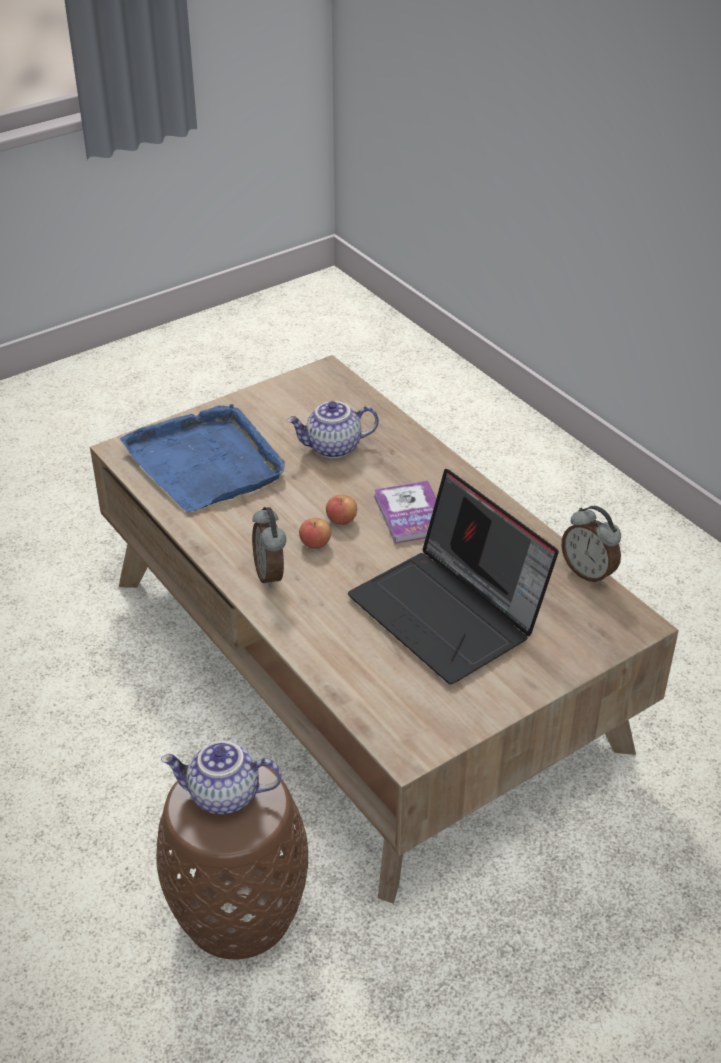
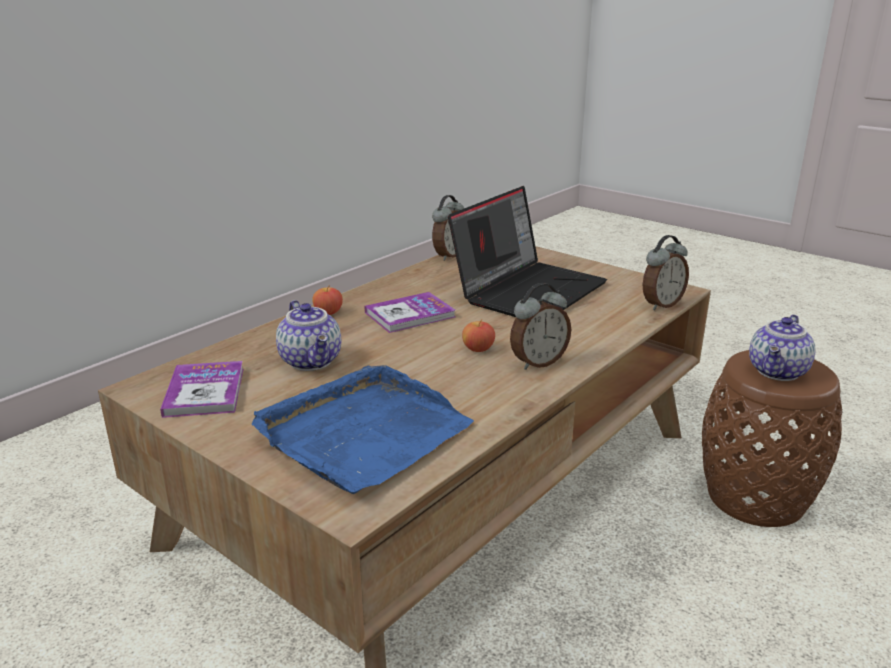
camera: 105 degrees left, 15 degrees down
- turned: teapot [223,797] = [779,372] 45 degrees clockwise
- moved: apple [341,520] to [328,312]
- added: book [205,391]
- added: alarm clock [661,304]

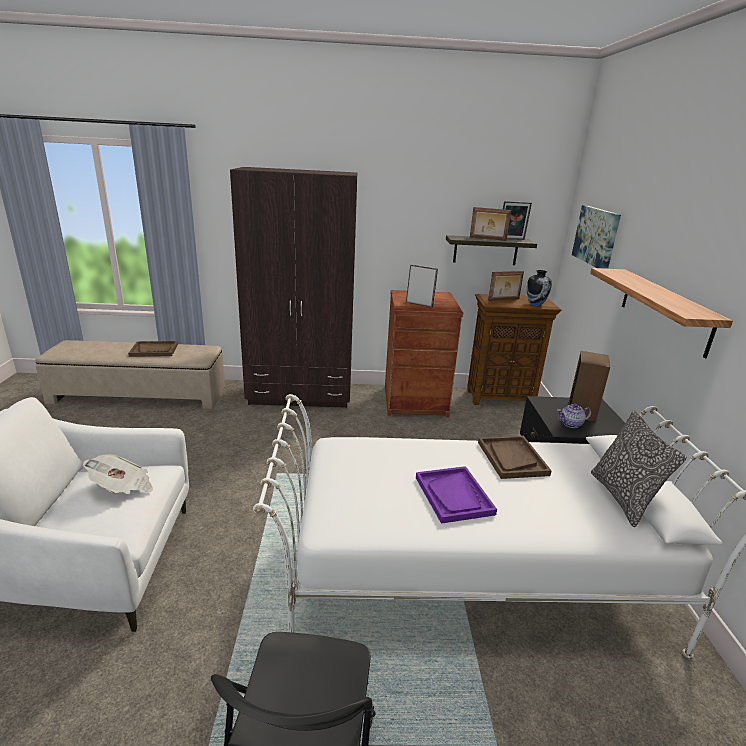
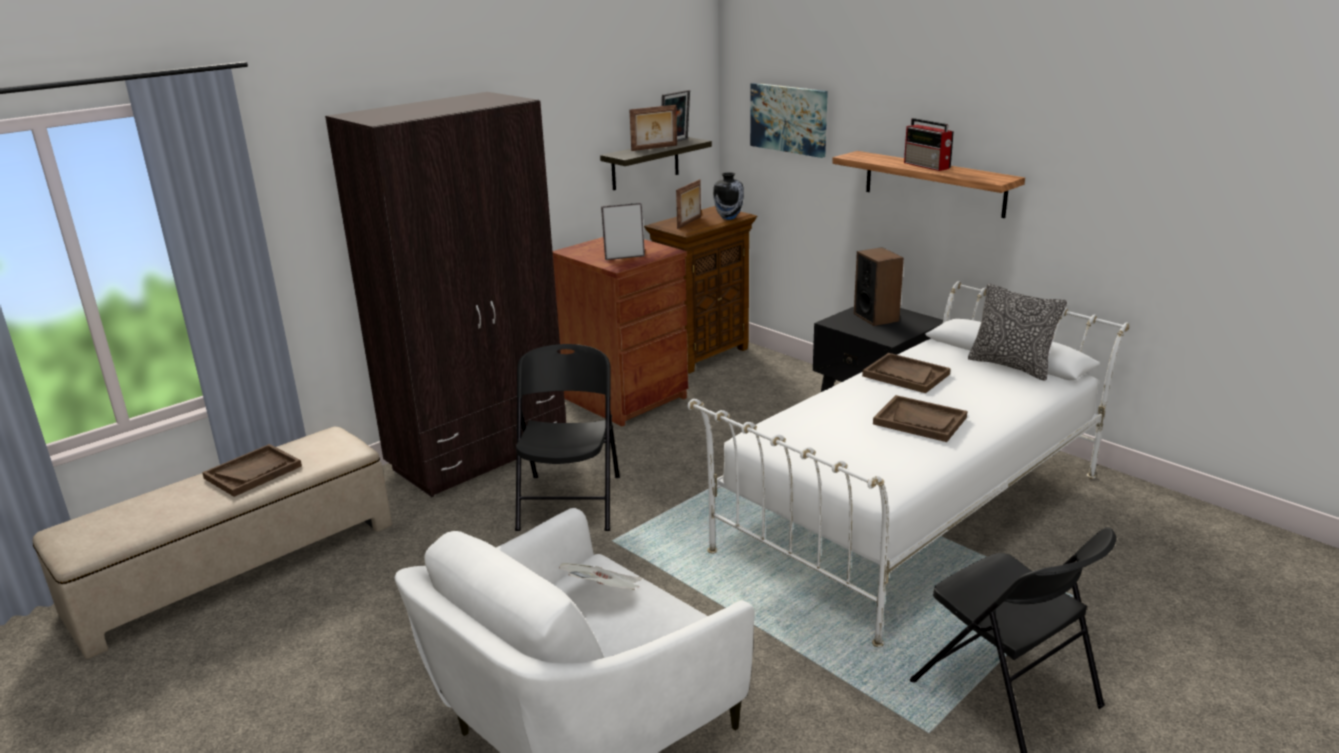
camera: 40 degrees left, 0 degrees up
- recoloured: purple tray [454,495] to brown tray [920,421]
- removed: teapot [571,424]
- added: black chair [570,502]
- added: radio [927,166]

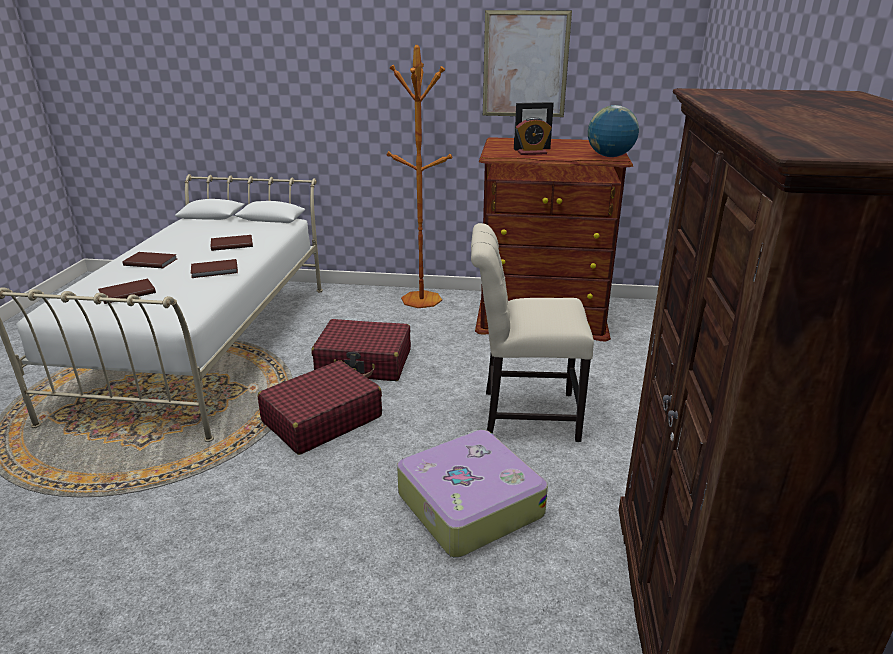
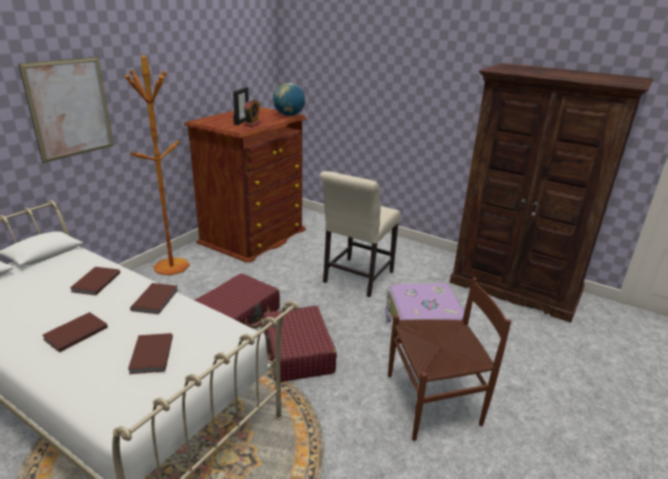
camera: 65 degrees left, 0 degrees up
- moved: picture [525,65] to [70,108]
- added: brown chair [435,402]

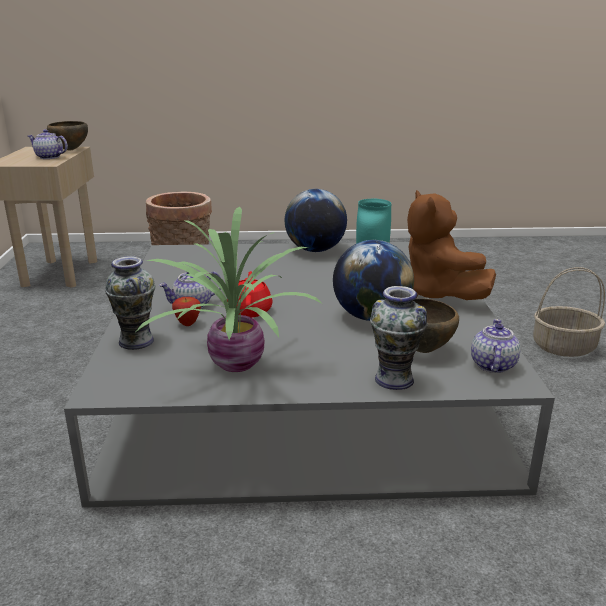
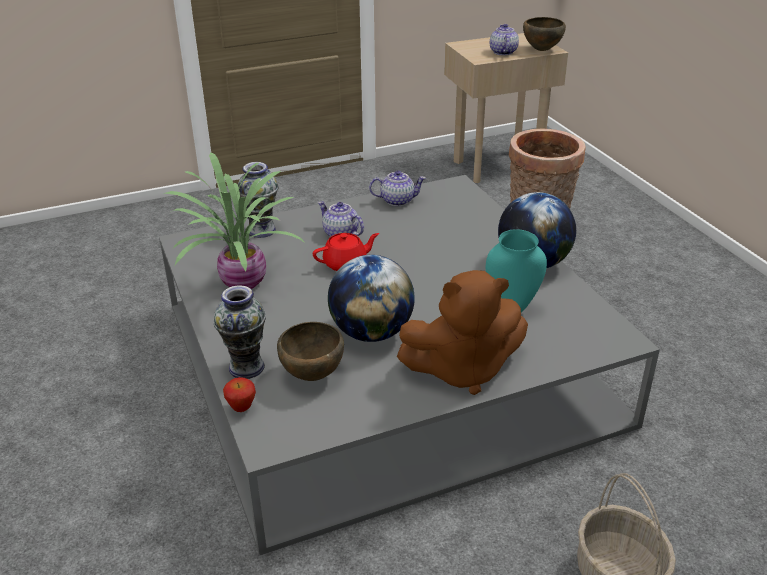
camera: 70 degrees right, 10 degrees up
- moved: apple [188,324] to [241,408]
- turned: brown plush toy [439,294] = [462,369] 150 degrees counterclockwise
- moved: teapot [492,365] to [397,200]

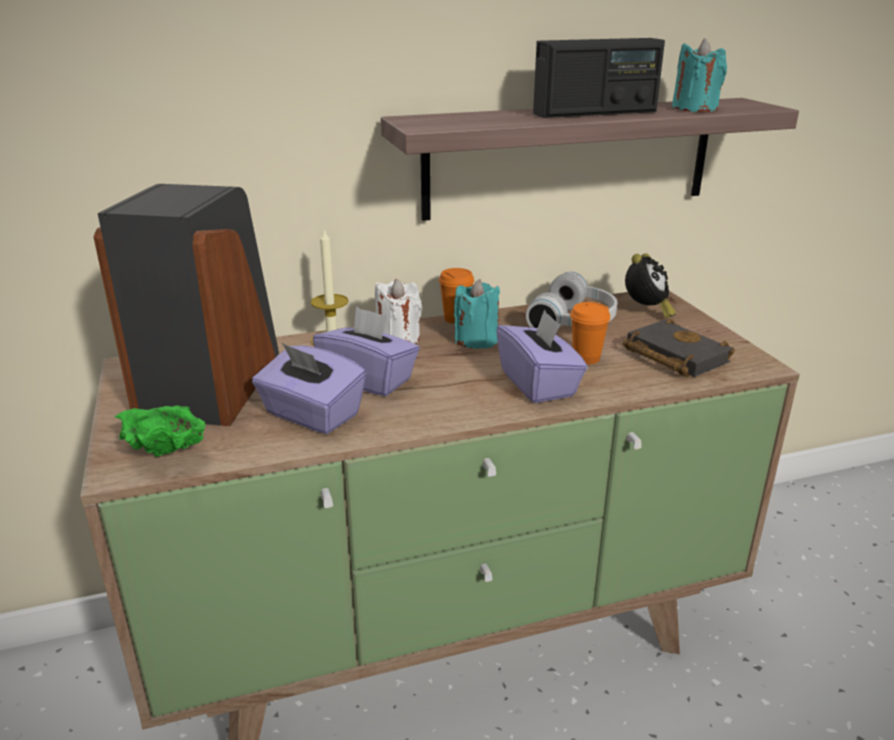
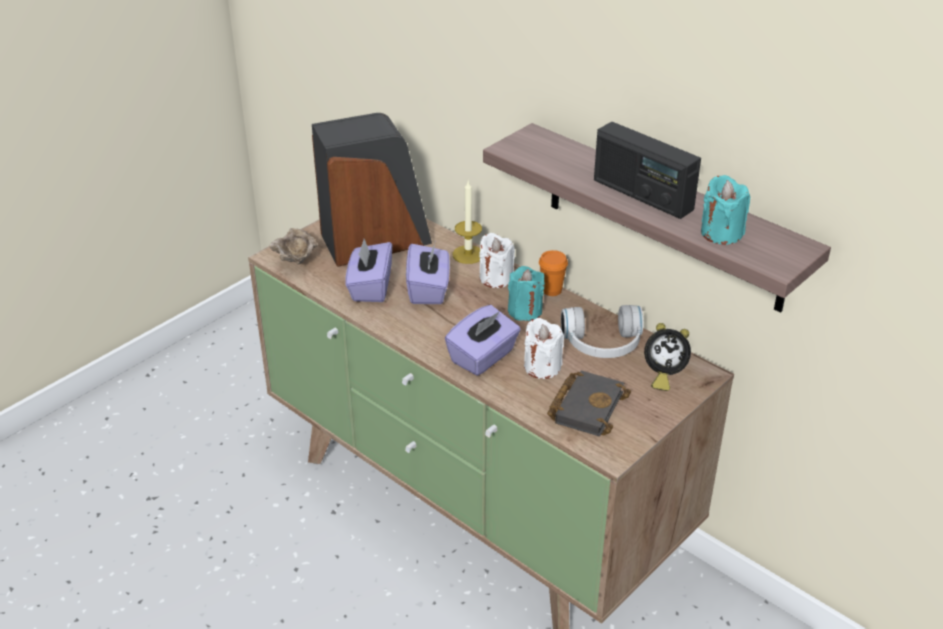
camera: 60 degrees right, 10 degrees up
- recoloured: green bowl [165,455] to beige bowl [296,261]
- replaced: orange cup [586,358] to white candle [542,367]

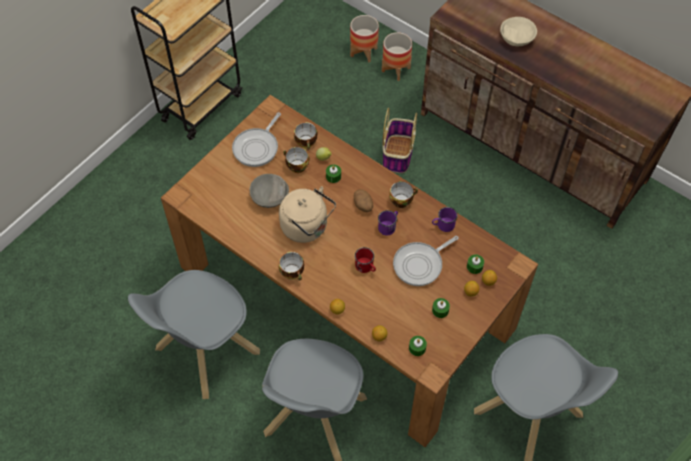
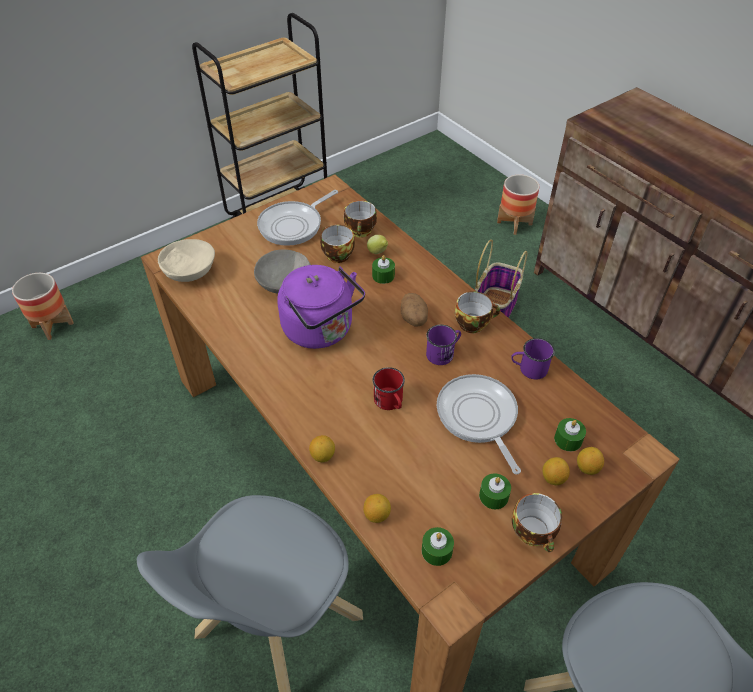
camera: 15 degrees right, 10 degrees down
- removed: grey chair [204,351]
- recoloured: beige kettle [307,227] to purple kettle [321,331]
- moved: cup [293,272] to [534,533]
- moved: planter [364,52] to [53,325]
- turned: frying pan [420,264] = [478,417] 90 degrees clockwise
- moved: beige bowl [517,39] to [190,272]

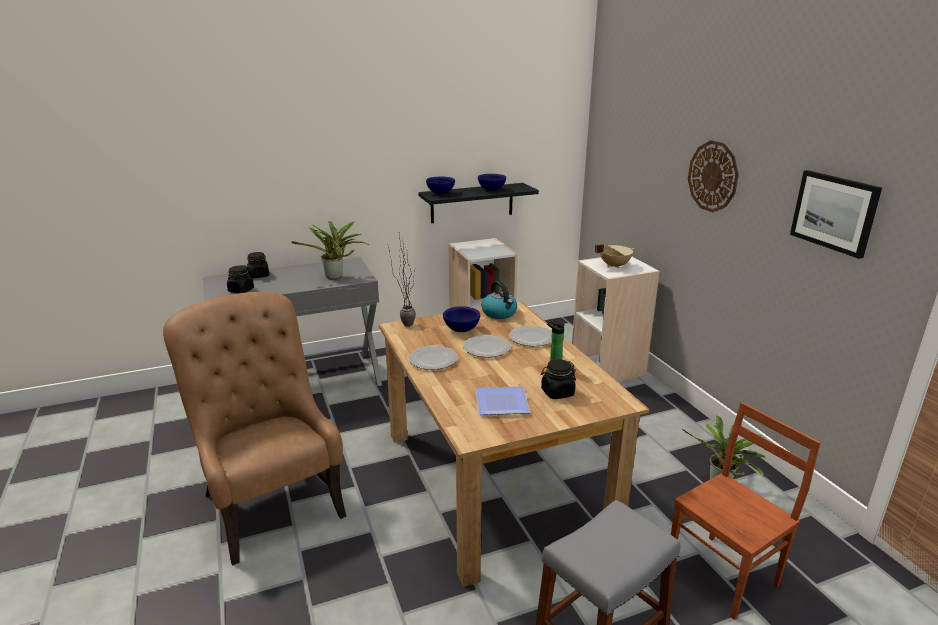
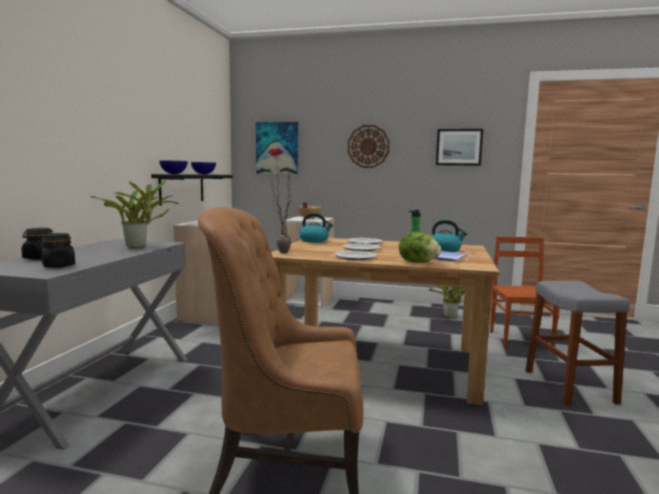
camera: 55 degrees left, 15 degrees down
- removed: blue bowl [461,330]
- replaced: black jar [557,393] to kettle [445,250]
- added: picture [277,148]
- added: lettuce [418,262]

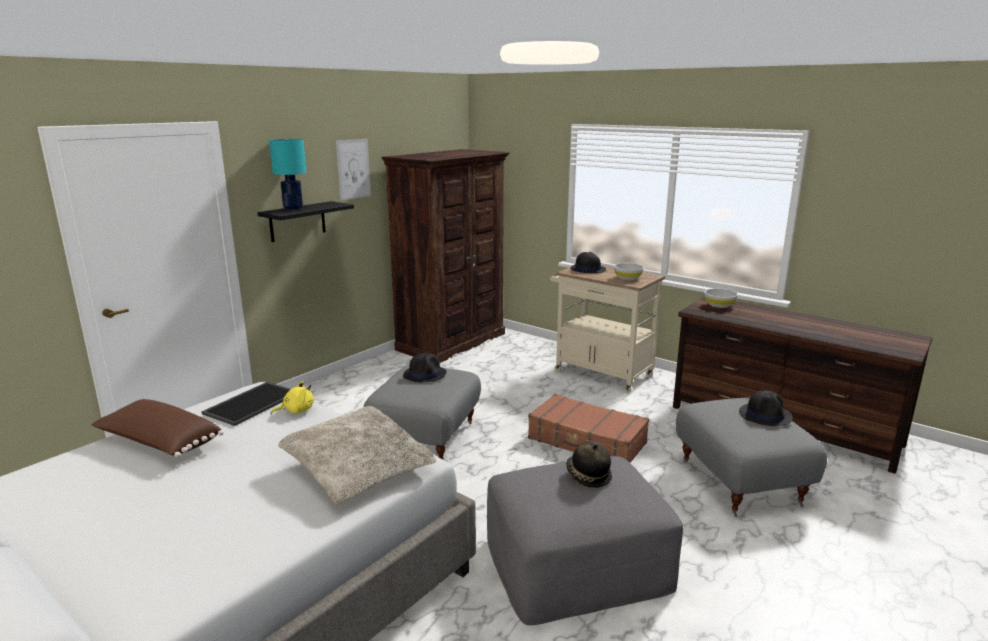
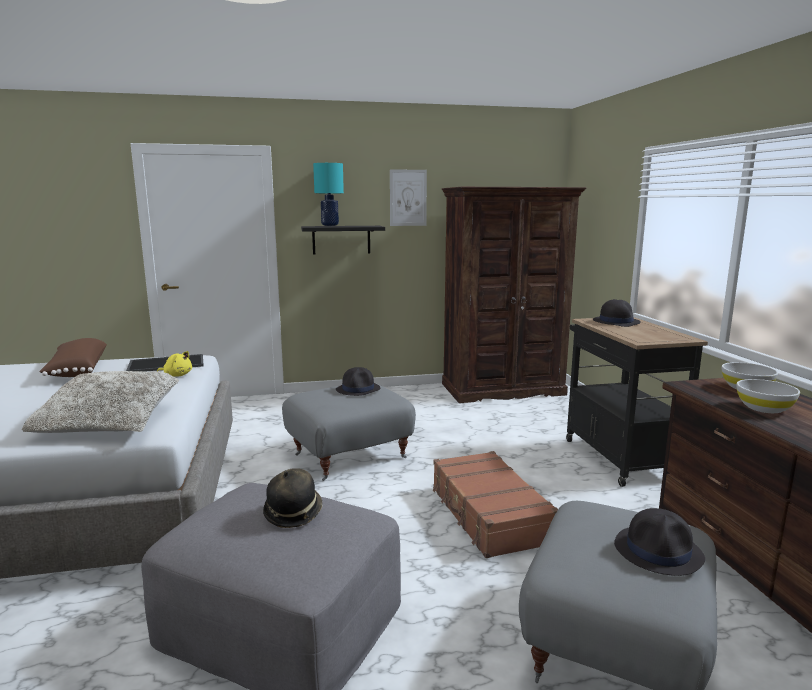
camera: 40 degrees right, 5 degrees down
- recoloured: beige cart [600,373] to black cart [618,457]
- moved: white bowl [627,278] to [764,408]

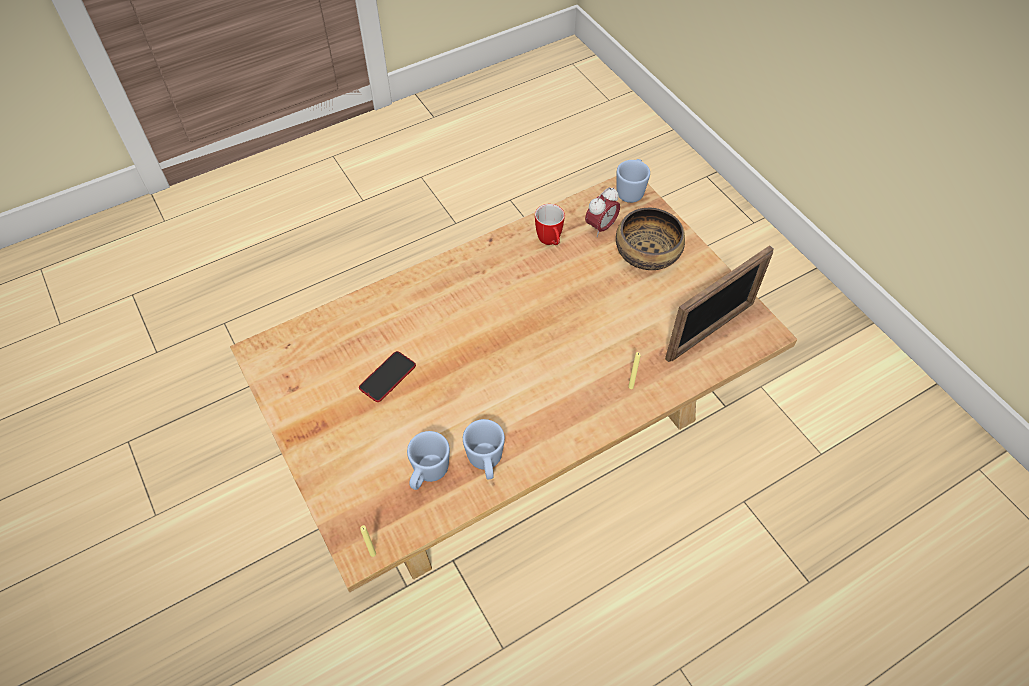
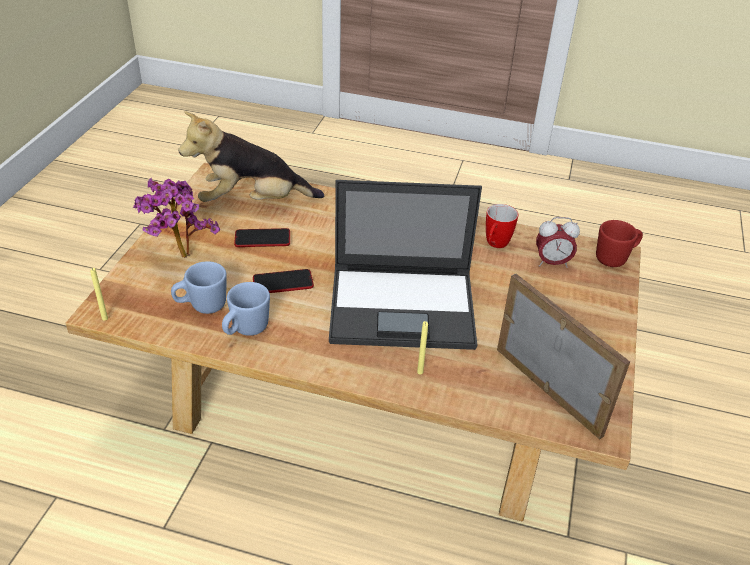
camera: 45 degrees right, 15 degrees down
- recoloured: blue mug [631,191] to red mug [615,258]
- removed: bowl [647,253]
- turned: picture frame [710,330] = [548,390] 135 degrees counterclockwise
- added: potted plant [179,259]
- added: plush toy [252,202]
- added: phone [283,283]
- added: laptop [404,307]

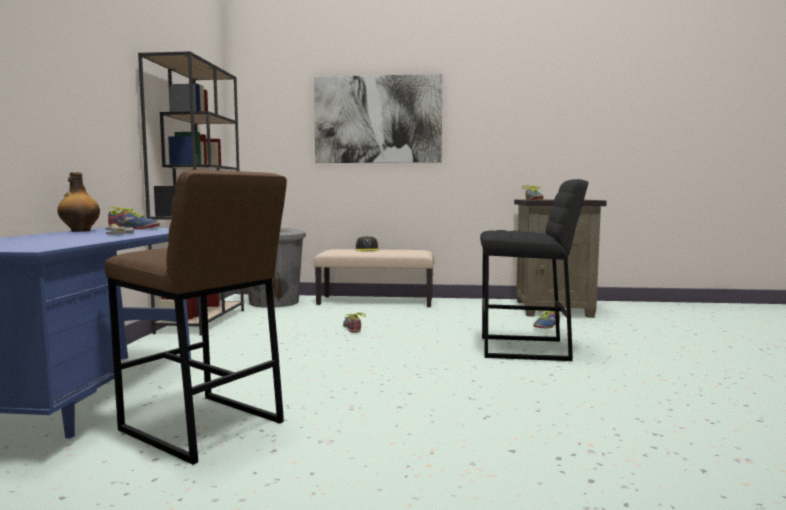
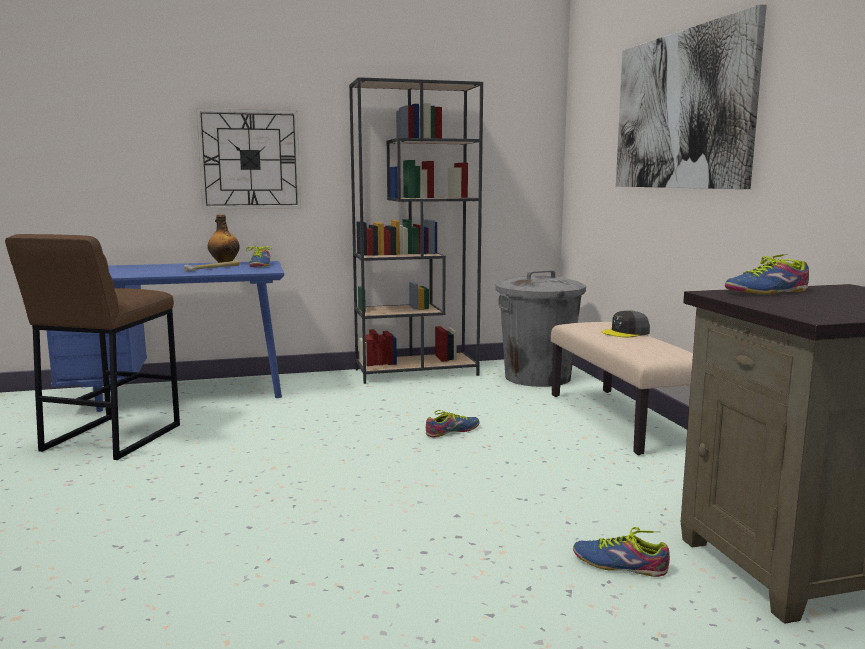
camera: 70 degrees right, 5 degrees up
- removed: black stool [526,348]
- added: wall clock [250,159]

